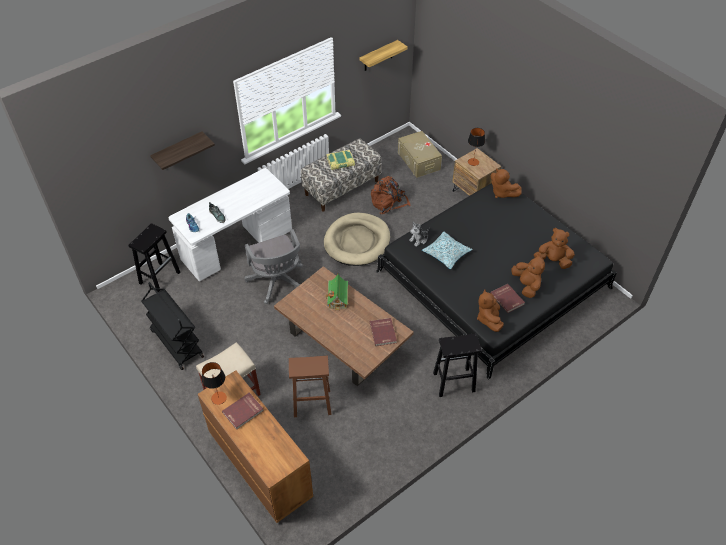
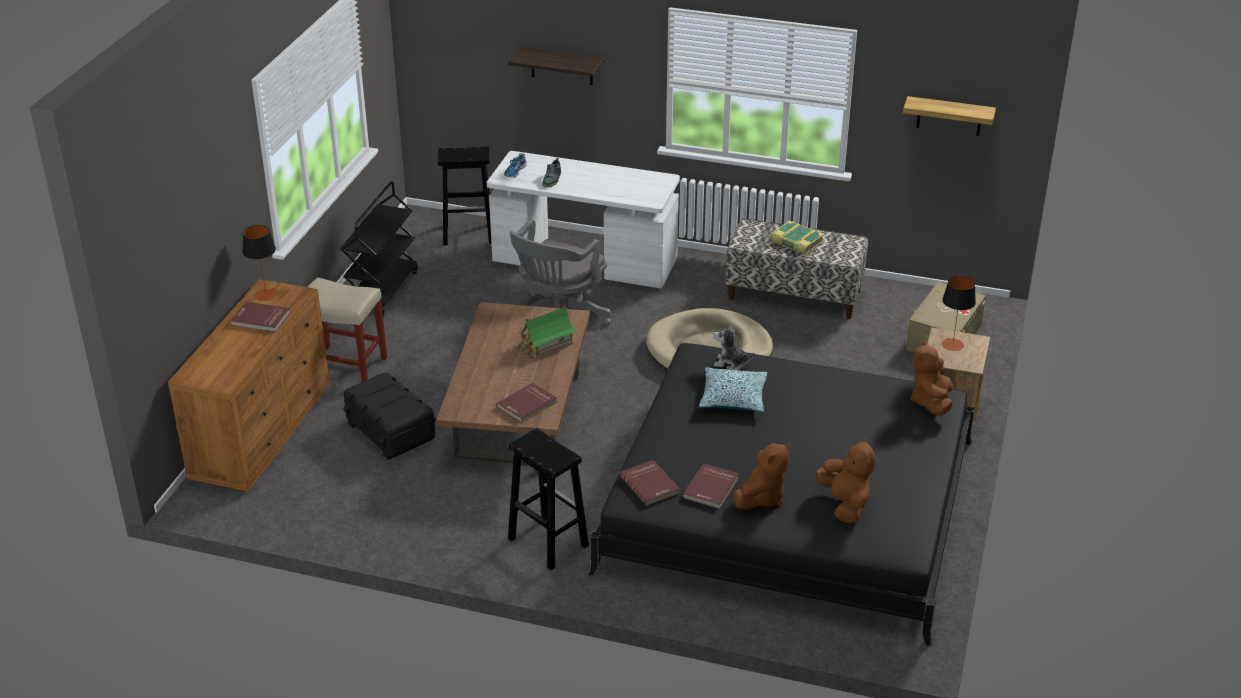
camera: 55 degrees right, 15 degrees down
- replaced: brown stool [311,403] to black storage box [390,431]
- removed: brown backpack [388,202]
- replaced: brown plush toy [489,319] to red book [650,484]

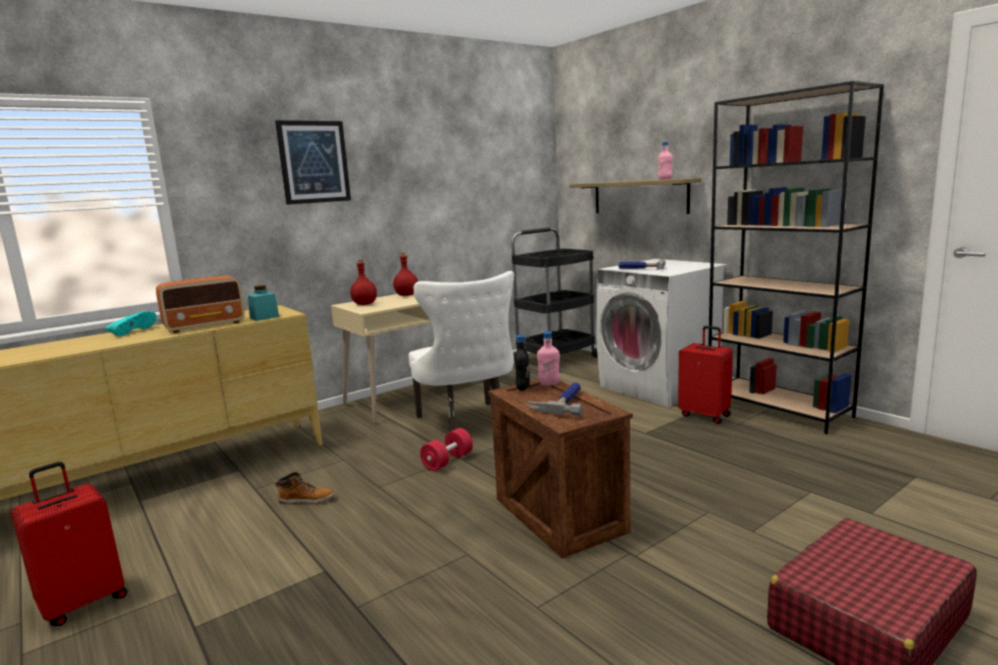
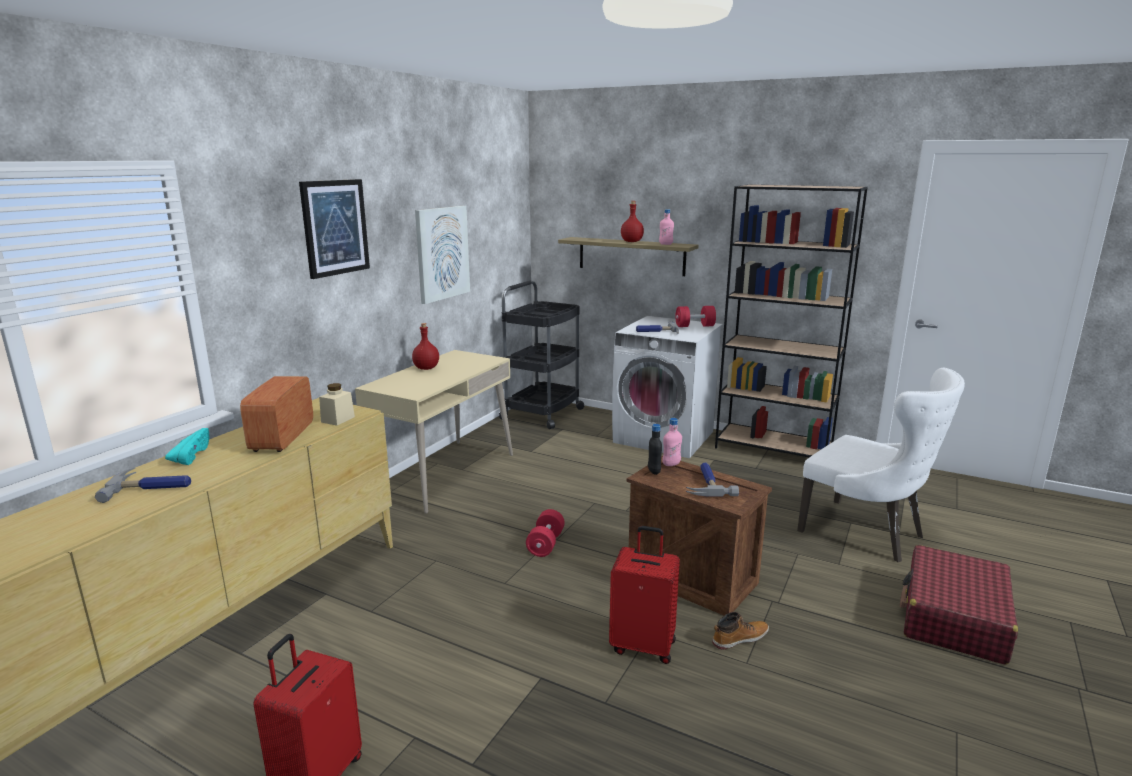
camera: 25 degrees left, 5 degrees up
- turned: radio [206,325] = [282,438] 150 degrees clockwise
- recoloured: turquoise jar [264,317] to beige jar [338,419]
- moved: boot [307,500] to [739,638]
- moved: red bottle [364,304] to [632,242]
- moved: white chair [468,424] to [867,533]
- moved: red suitcase [705,415] to [643,645]
- added: hammer [152,487]
- added: picture [442,253]
- added: red dumbbell [694,326]

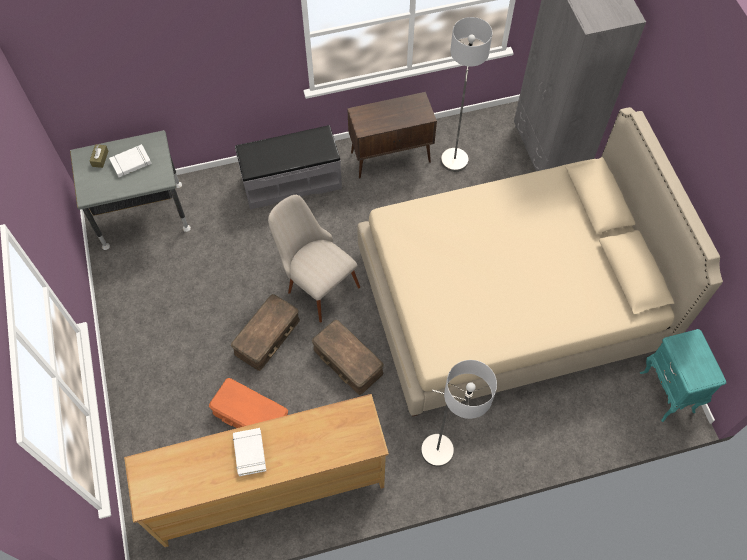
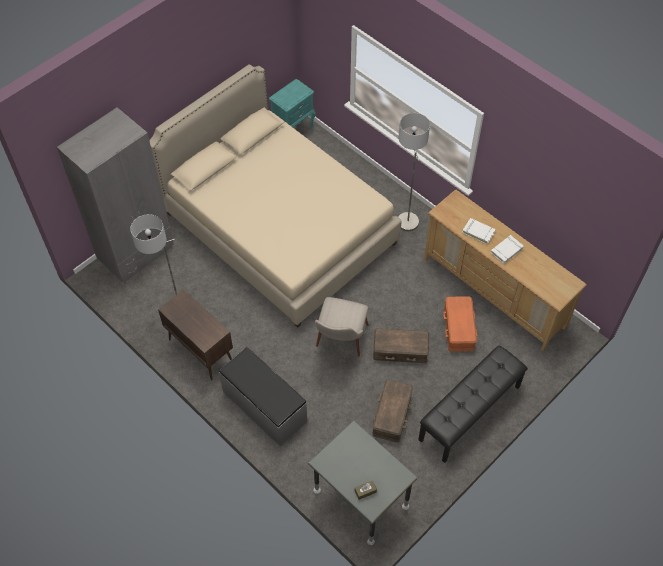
camera: 120 degrees left, 5 degrees down
- moved: white book [131,163] to [478,232]
- moved: brown storage box [347,361] to [392,414]
- added: black bench [470,413]

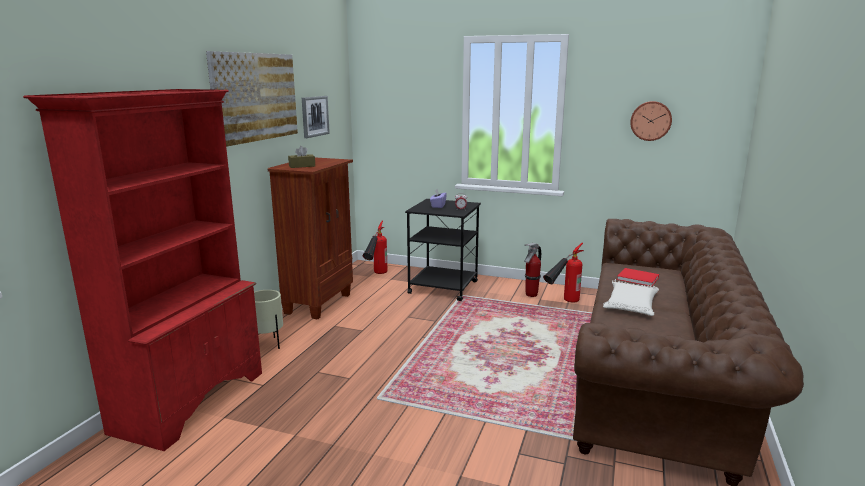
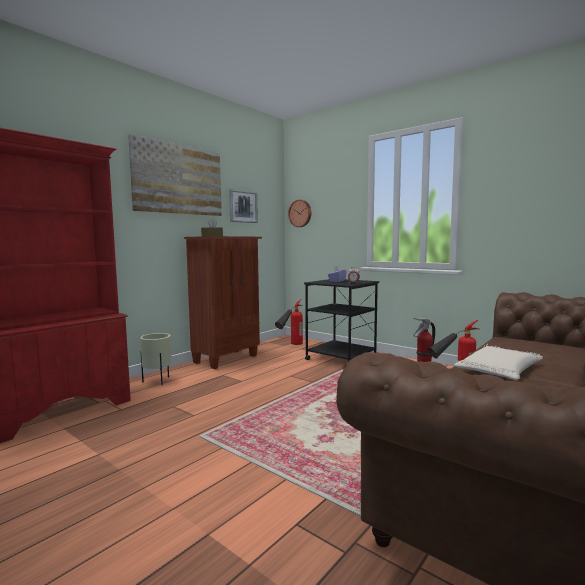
camera: 20 degrees right, 10 degrees down
- removed: red book [639,279]
- moved: wall clock [650,121] to [300,213]

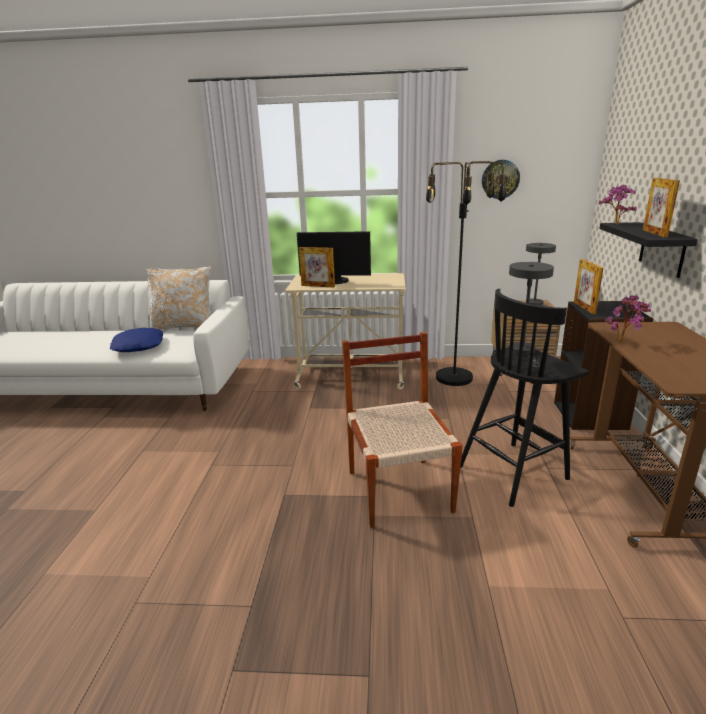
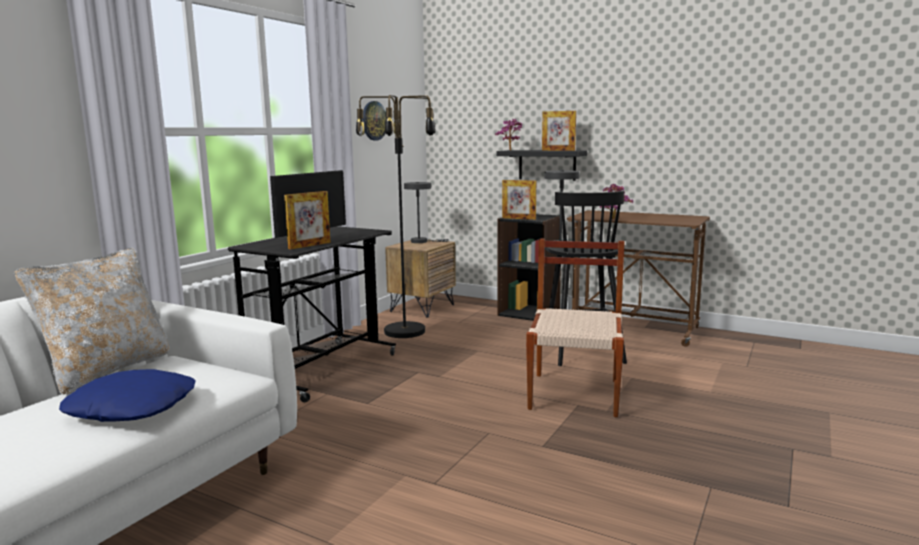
camera: 65 degrees left, 10 degrees down
- recoloured: beige desk [351,376] to black desk [323,369]
- turned: chair [398,489] = [575,393] 90 degrees clockwise

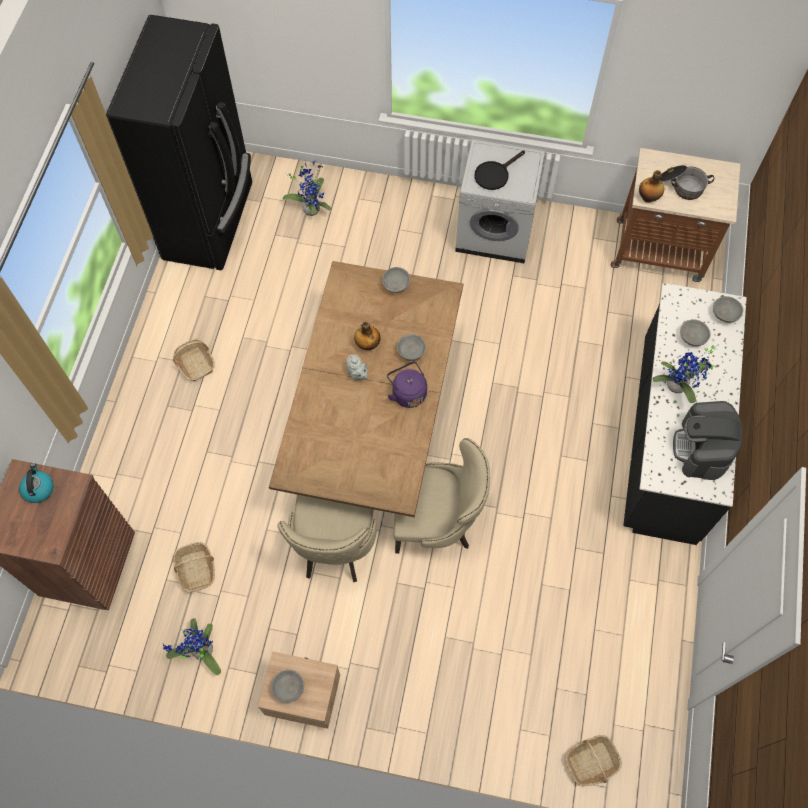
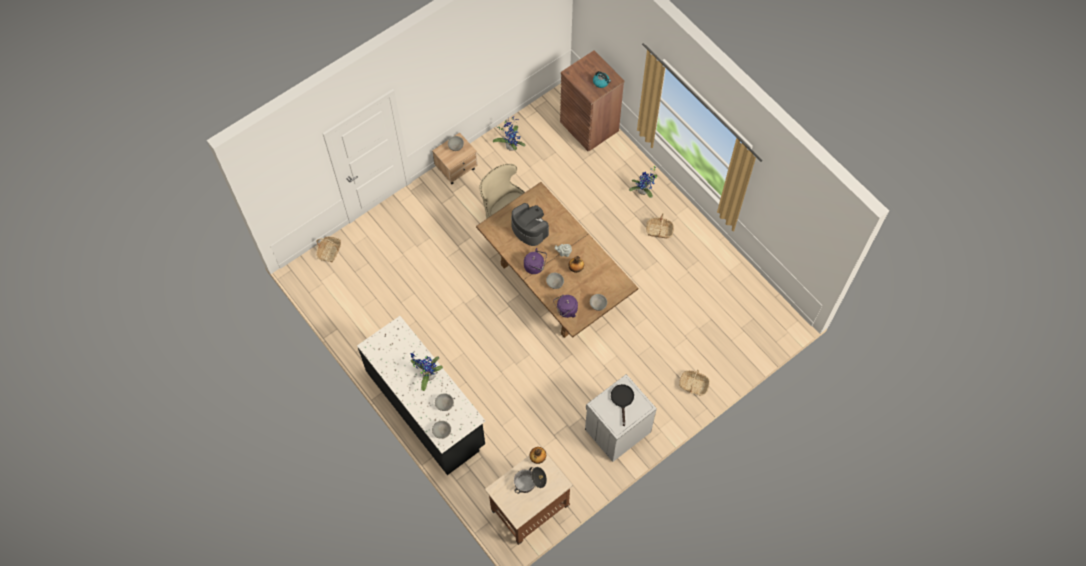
camera: 130 degrees right, 0 degrees up
- removed: black fridge [213,220]
- moved: basket [196,570] to [693,385]
- moved: potted plant [311,208] to [644,191]
- removed: beige chair [436,522]
- moved: coffee machine [702,449] to [529,229]
- added: purple kettle [566,310]

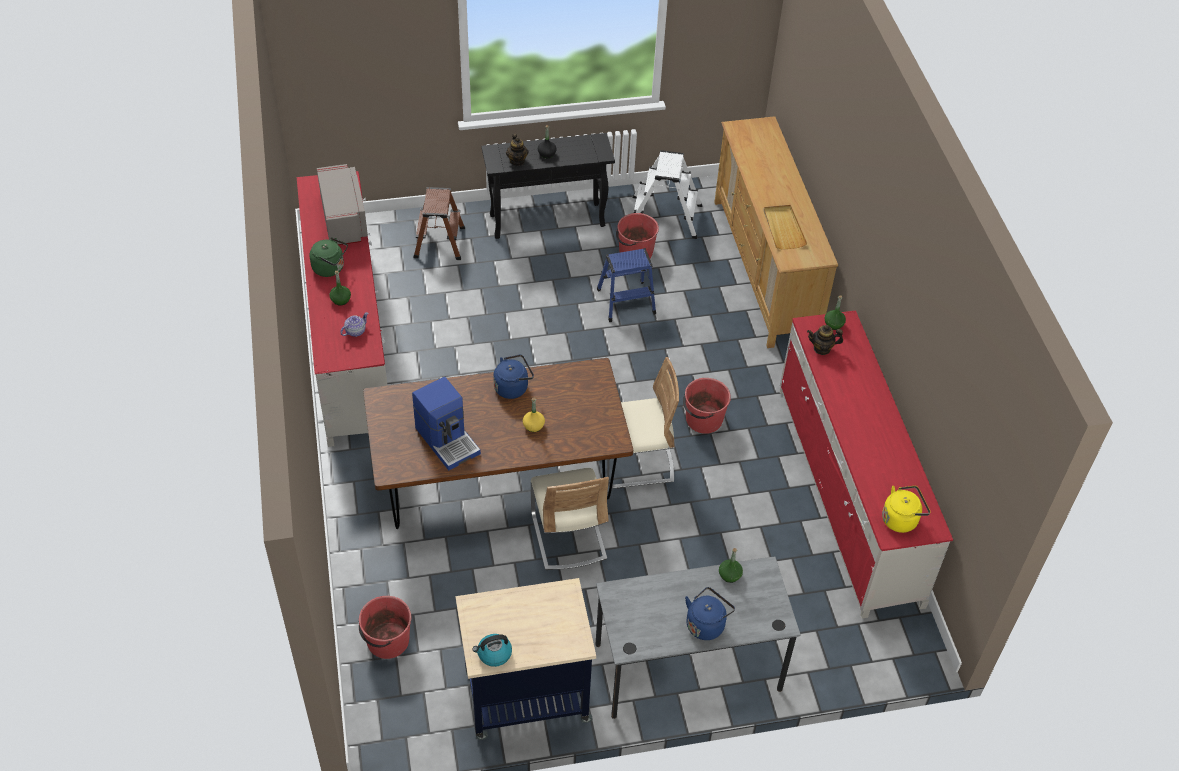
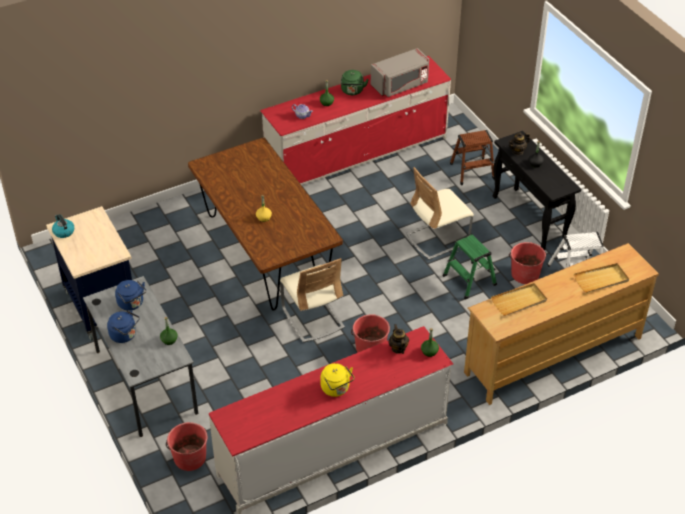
camera: 75 degrees right, 5 degrees down
- moved: red bucket [387,641] to [189,457]
- removed: coffee machine [448,440]
- moved: blue kettle [513,387] to [132,304]
- moved: beige chair [568,536] to [437,239]
- recoloured: blue step ladder [626,301] to green step ladder [469,280]
- moved: yellow kettle [901,519] to [336,389]
- added: beige tray [601,279]

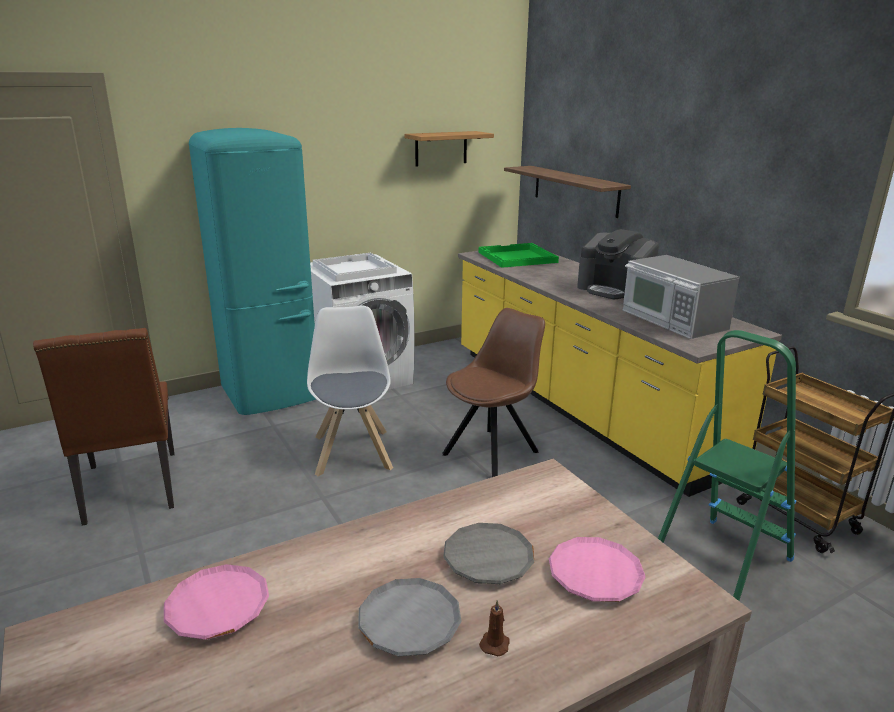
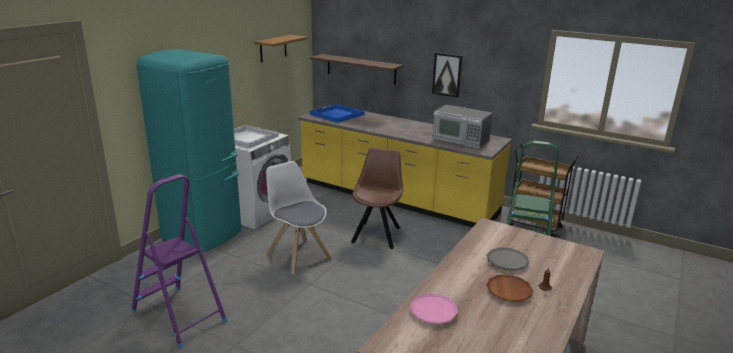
camera: 30 degrees left, 0 degrees up
- replaced: brown chair [131,486] to purple step ladder [178,315]
- recoloured: grey plate [409,622] to brown plate [509,291]
- recoloured: green tray [517,257] to blue tray [337,114]
- removed: pink plate [595,574]
- removed: coffee machine [616,290]
- added: picture [447,74]

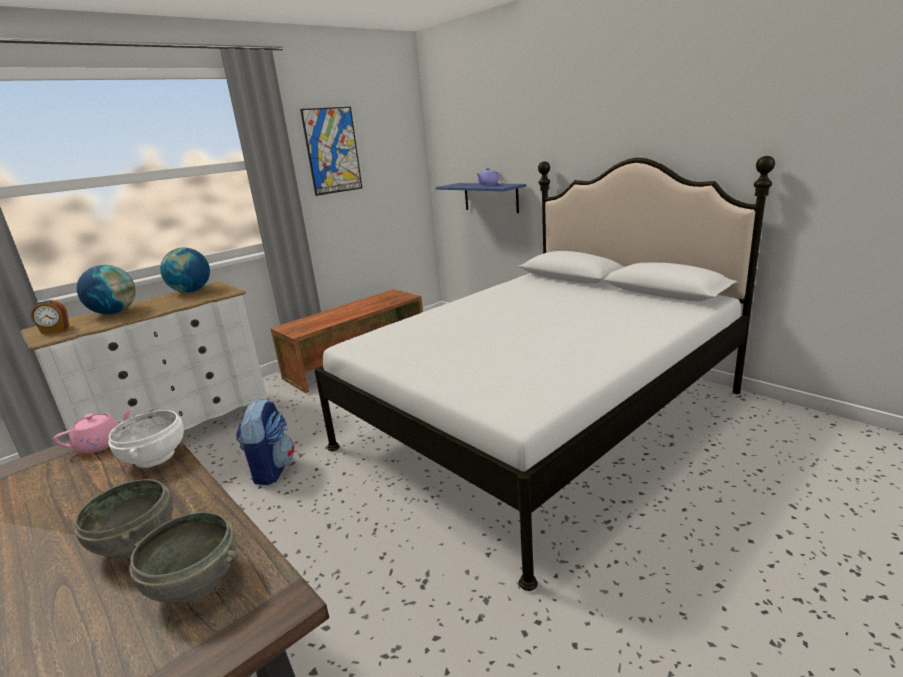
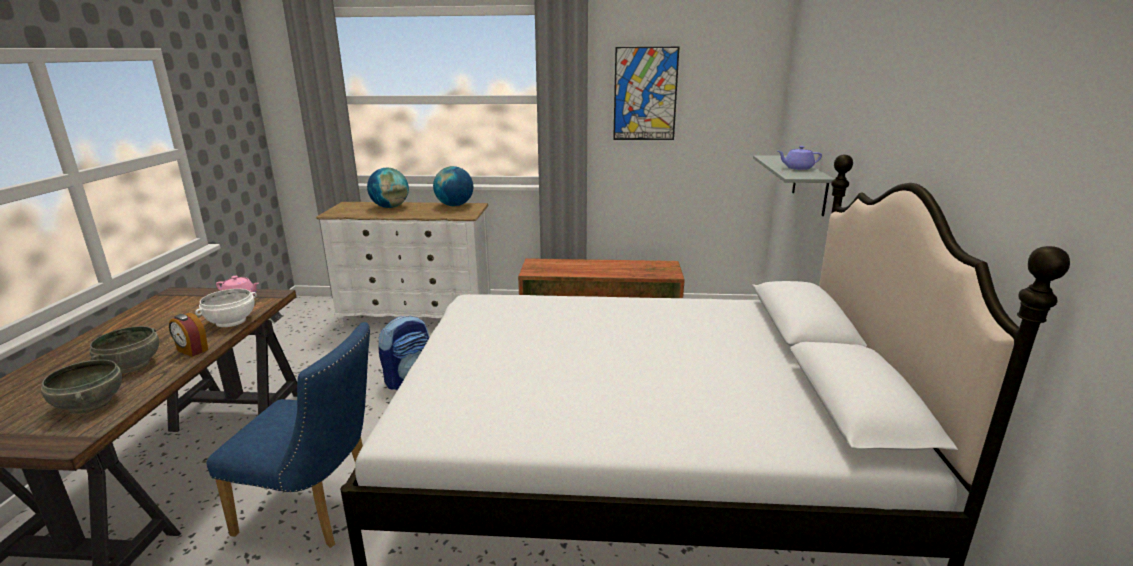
camera: 45 degrees right, 0 degrees up
- moved: alarm clock [55,330] to [192,350]
- recoloured: blue shelf [490,197] to grey shelf [810,185]
- added: blue chair [318,511]

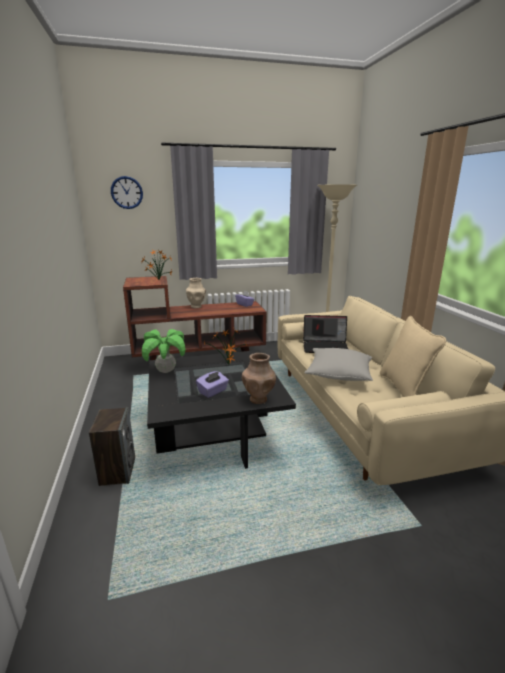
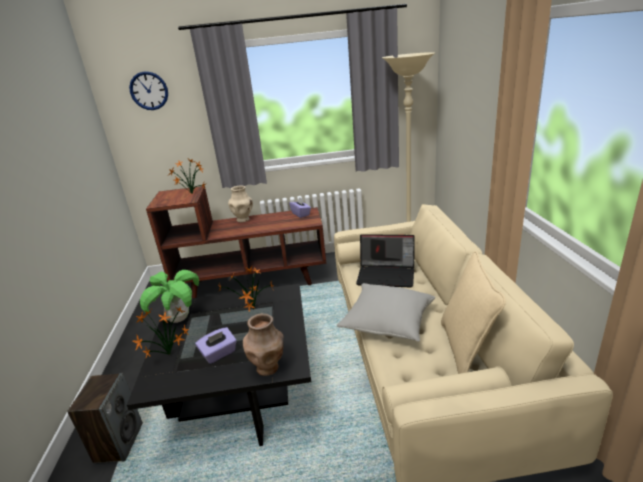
camera: 10 degrees right, 5 degrees up
- added: potted plant [168,355]

